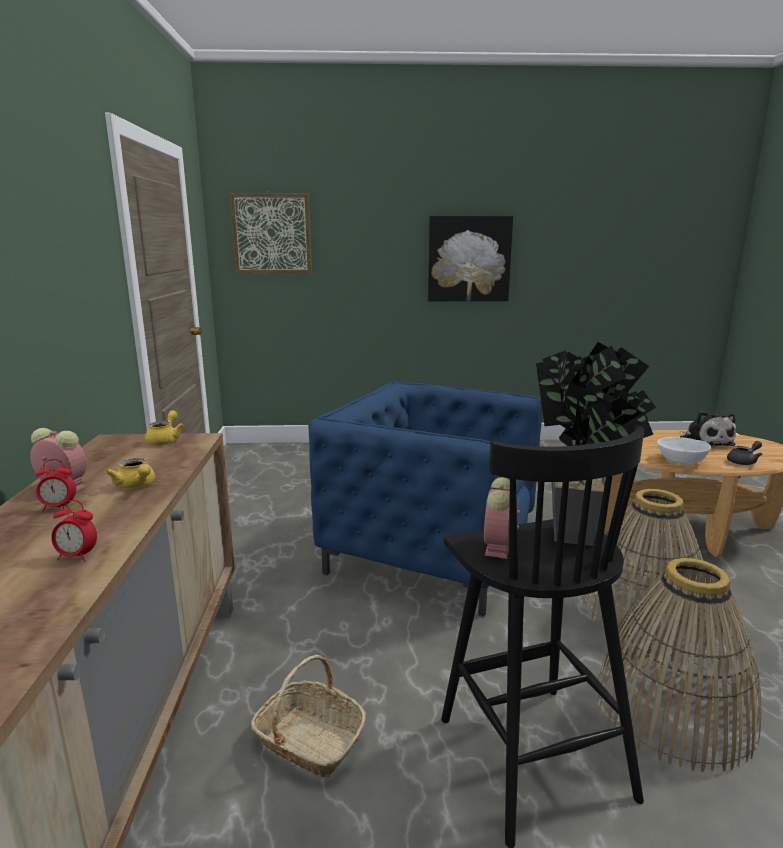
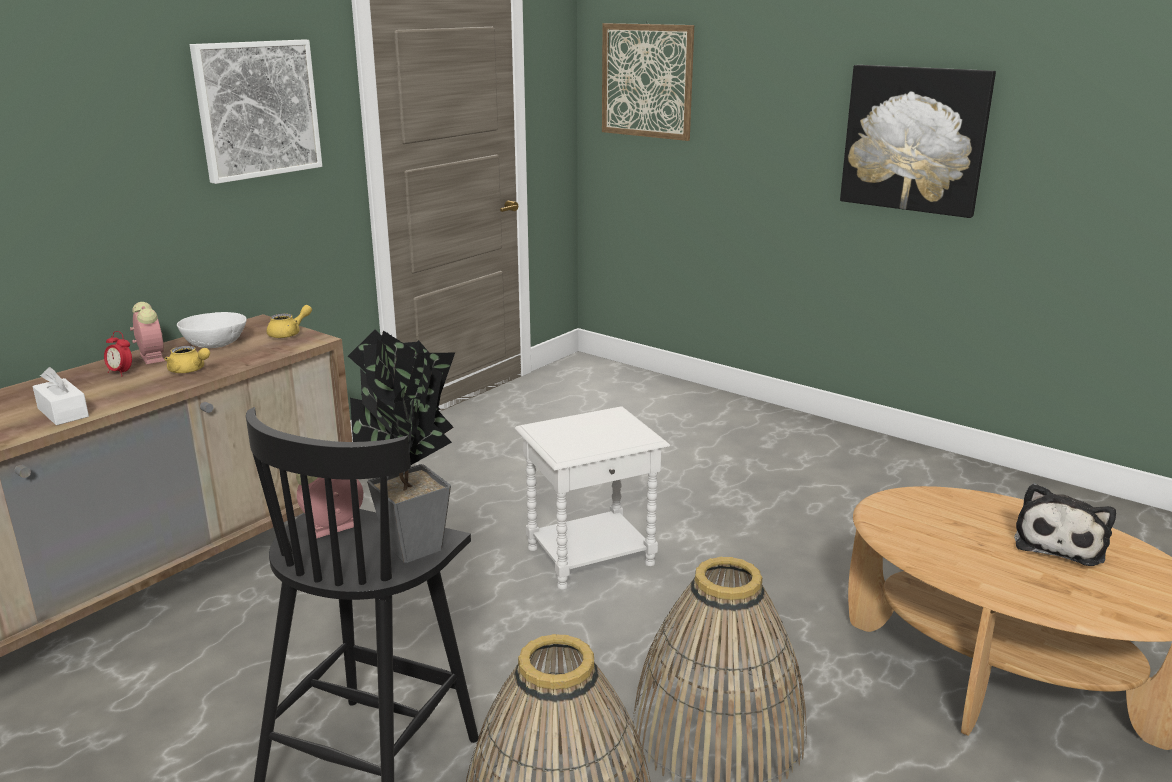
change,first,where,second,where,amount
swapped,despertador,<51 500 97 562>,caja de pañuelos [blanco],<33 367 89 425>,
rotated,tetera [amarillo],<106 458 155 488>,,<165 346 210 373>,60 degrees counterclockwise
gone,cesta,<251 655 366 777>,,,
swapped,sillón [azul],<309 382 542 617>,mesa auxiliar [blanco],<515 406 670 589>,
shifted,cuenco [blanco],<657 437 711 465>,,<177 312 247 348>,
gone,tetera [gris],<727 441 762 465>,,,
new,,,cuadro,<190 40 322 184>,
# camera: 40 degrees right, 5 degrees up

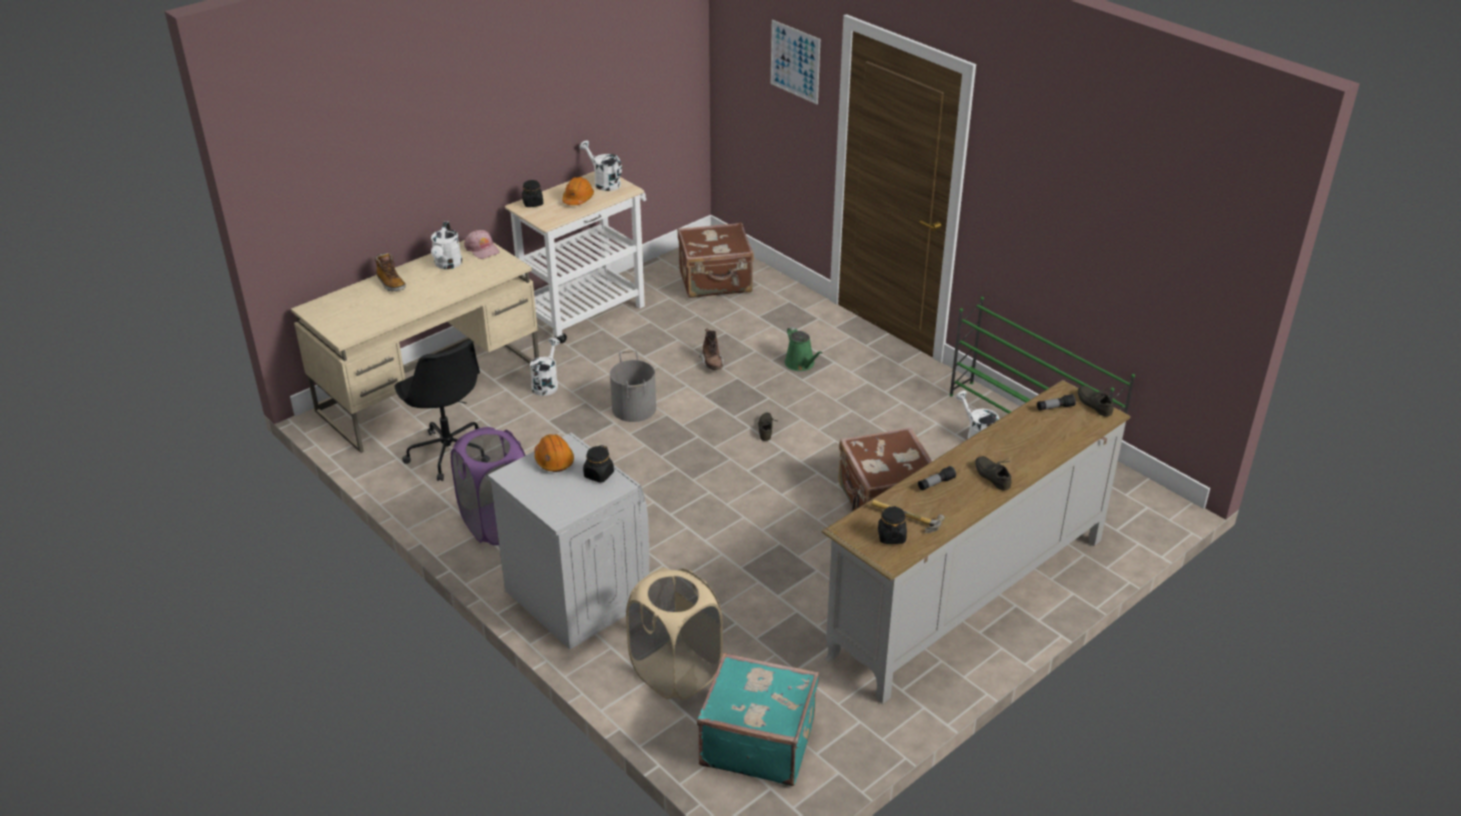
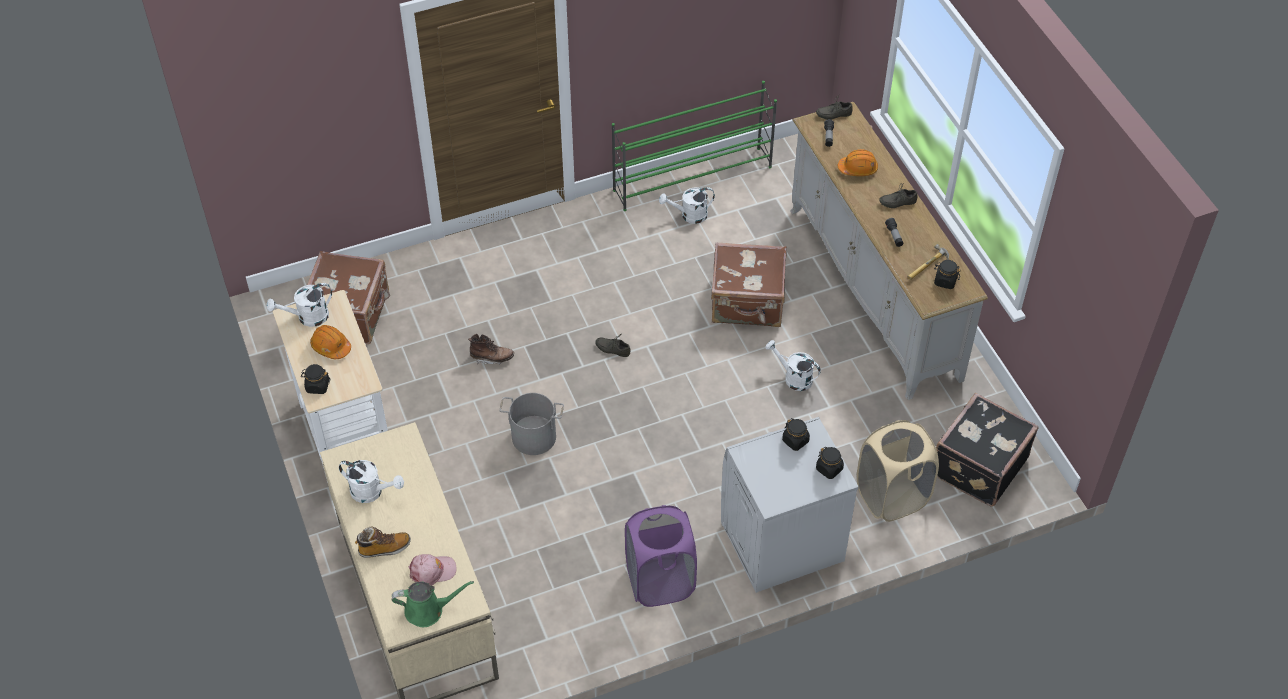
change,first,where,second,where,amount
gone,silla de oficina [negro],<395 340 480 481>,,,
shifted,gorra [rosa],<464 230 500 259>,,<408 554 457 586>,
shifted,regadera [blanco],<530 338 560 396>,,<765 340 821 391>,
shifted,casco [naranja],<534 434 574 472>,,<838 149 878 176>,
repainted,maleta [turquesa],<697 653 819 786>,maleta [negro],<936 393 1039 507>,
gone,cuadro,<771 20 820 104>,,,
shifted,regadera [verde],<785 327 822 371>,,<392 581 474 627>,
new,,,tarro [negro],<816 447 844 479>,
# camera: 70 degrees left, 15 degrees up

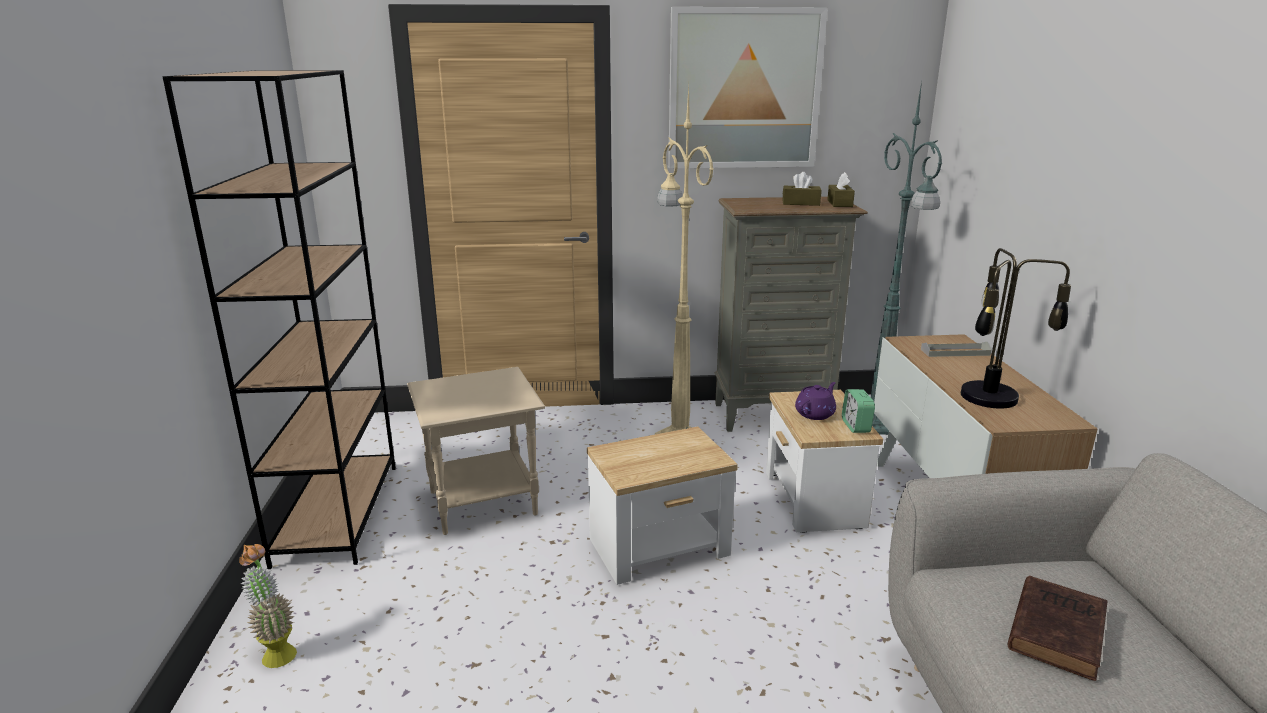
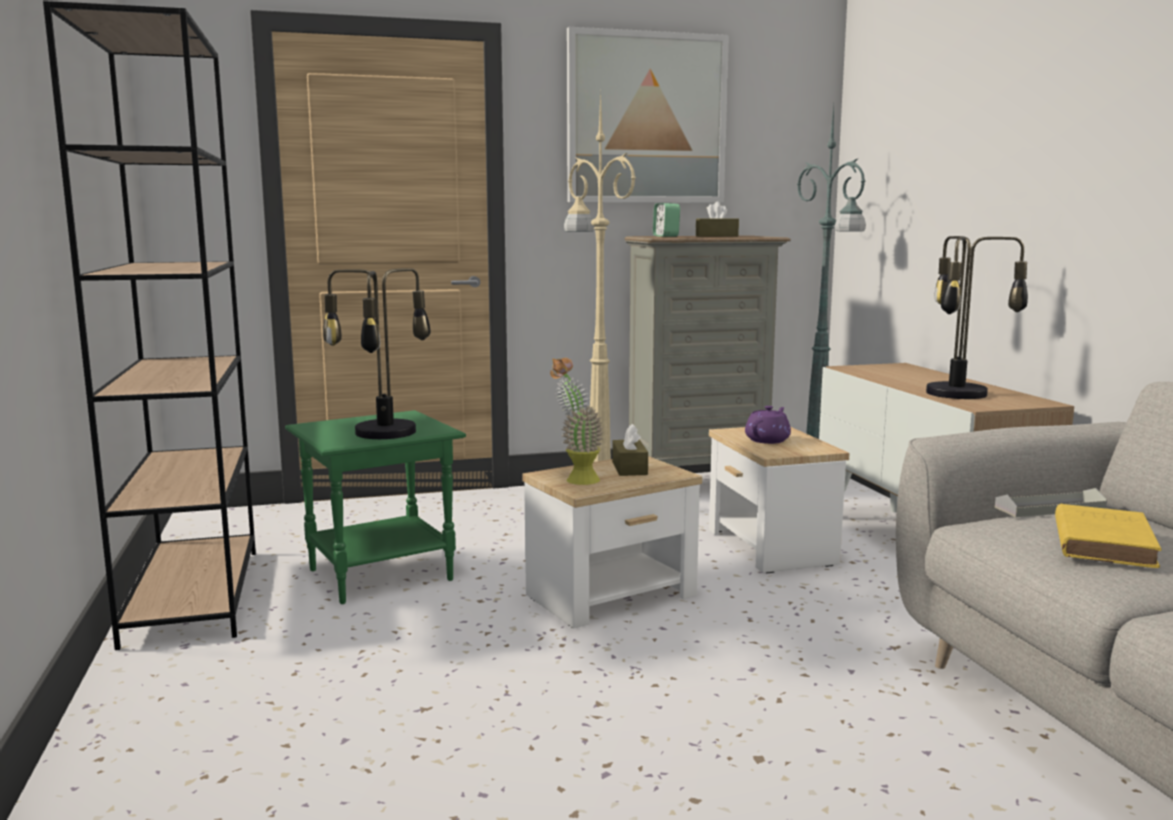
change,first,where,second,where,amount
shifted,planta en maceta,<239 544 297 668>,,<550 357 604 485>,
repainted,mesa auxiliar [beis],<407 367 545 535>,mesa auxiliar [verde],<285 410 466 604>,
shifted,caja de pañuelos [marrón],<827 172 855 207>,,<612 424 648 476>,
shifted,despertador,<842 389 875 433>,,<653 203 680 237>,
shifted,bandeja [gris],<921 342 992 357>,,<995 488 1107 517>,
repainted,libro [marrón],<1008 576 1108 681>,libro [amarillo],<1055 504 1162 568>,
new,,,lámpara de mesa,<323 268 430 439>,
# camera: 10 degrees left, 10 degrees down

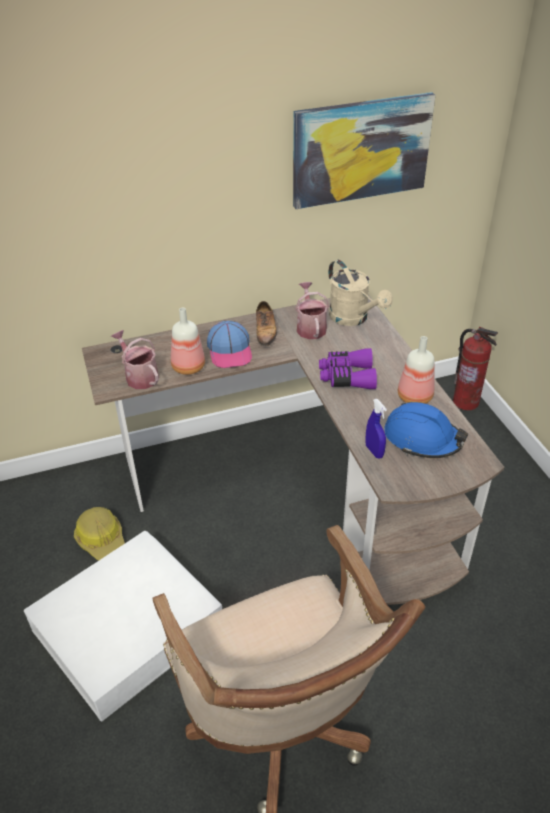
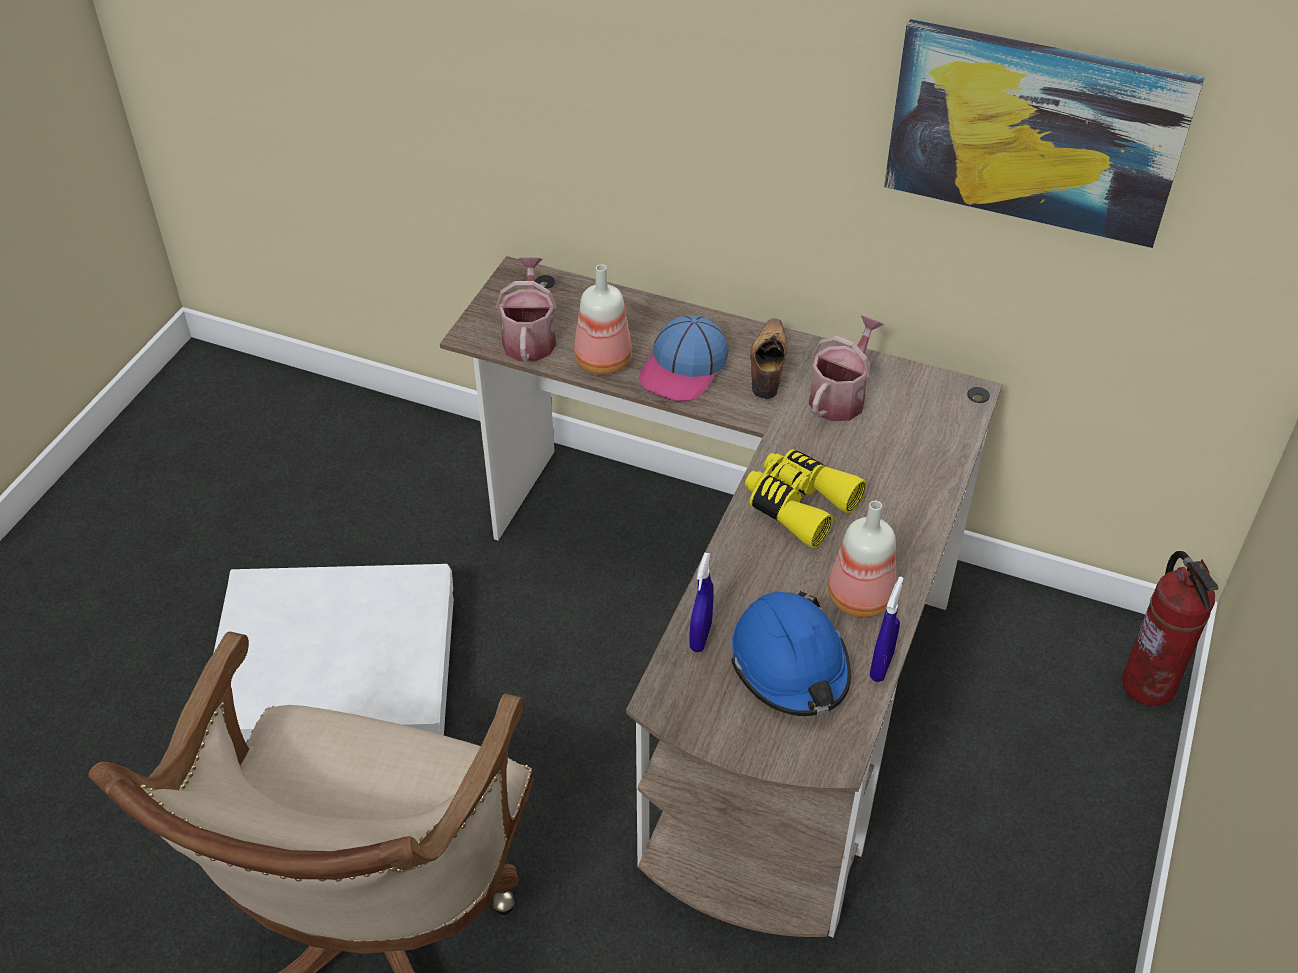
change,first,where,second,where,amount
gone,casco,<74 507 125 560>,,,
rotated,zapato,<256 301 277 349>,,<750 318 787 399>,150 degrees clockwise
repainted,prismáticos [morado],<319 348 377 389>,prismáticos [amarillo],<745 449 867 549>,
gone,regadera [beis],<328 260 393 326>,,,
new,,,pulverizador [azul],<870 576 904 682>,
# camera: 40 degrees right, 5 degrees up

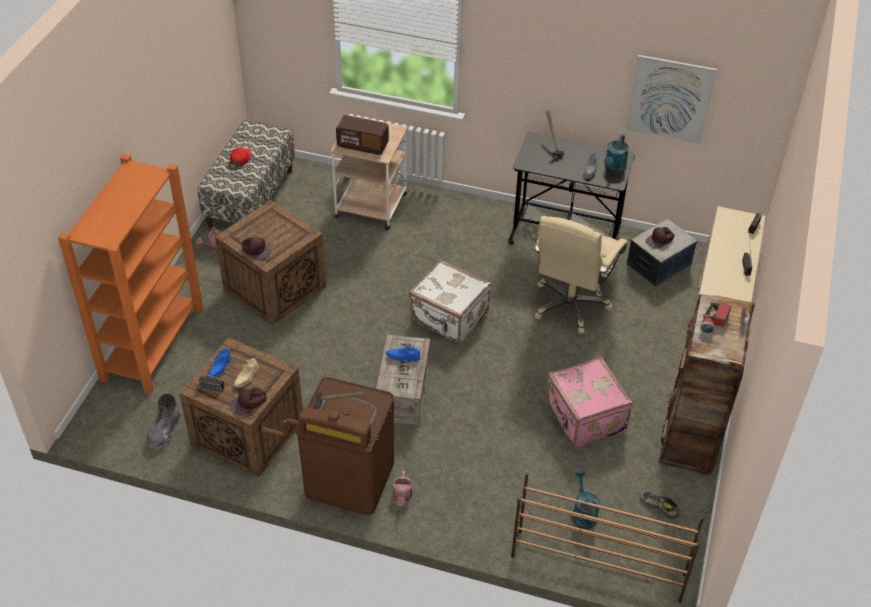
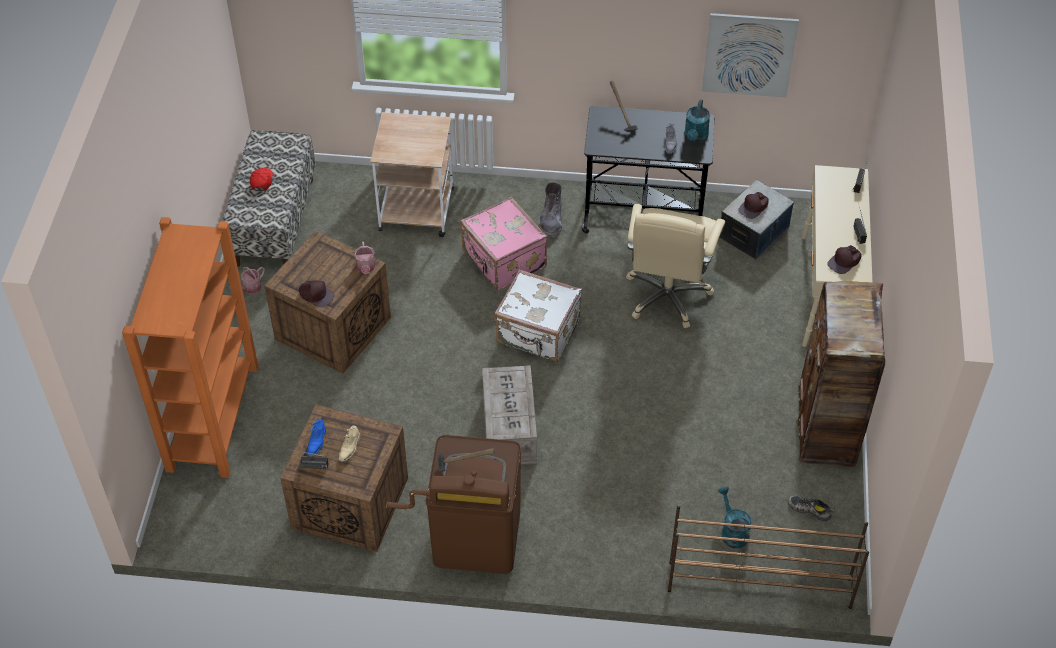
change,first,where,second,where,amount
shifted,bota [gris],<147 394 181 451>,,<539 182 562 237>,
shifted,gorra [marrón],<230 388 267 414>,,<827 245 861 274>,
gone,radio,<336 115 389 155>,,,
gone,zapato [azul],<386 346 420 362>,,,
shifted,regadera,<392 471 413 506>,,<353 242 375 275>,
shifted,maleta [rosa],<545 357 632 448>,,<460 197 547 291>,
gone,linterna,<700 302 731 333>,,,
# camera: 10 degrees left, 5 degrees up

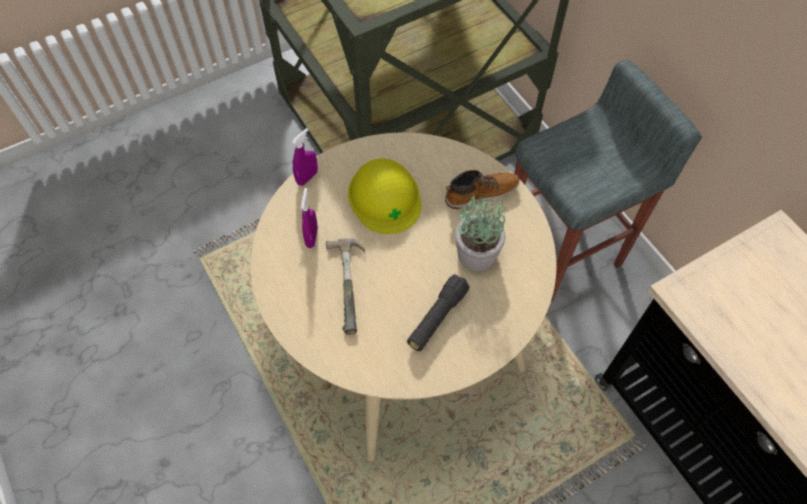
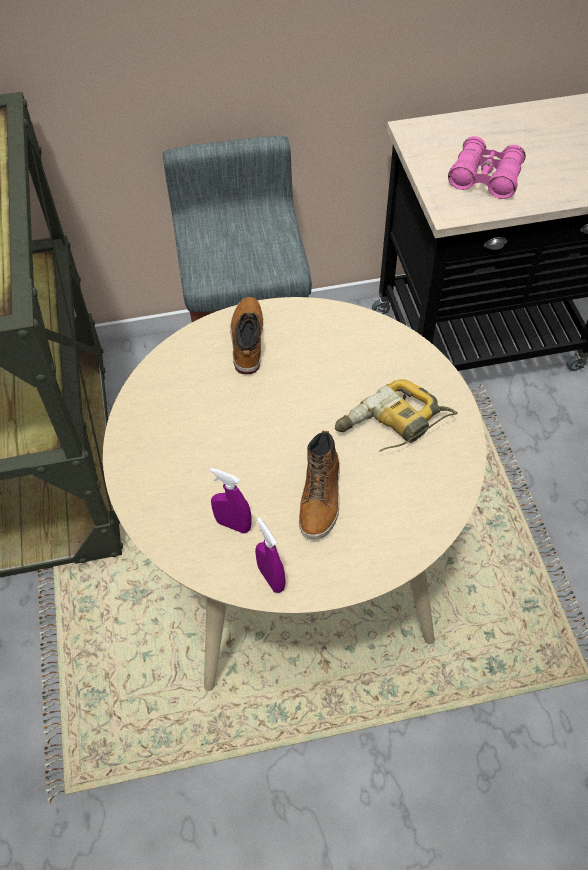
change,first,where,second,where,amount
shifted,pulverizador [morado],<292 128 318 186>,,<255 517 285 593>,
swapped,martillo,<326 238 365 335>,bota,<299 431 340 539>,
gone,casco [amarillo],<348 158 422 234>,,,
swapped,linterna [negro],<407 274 470 351>,taladro,<335 379 457 452>,
gone,planta en maceta,<455 194 506 271>,,,
new,,,prismáticos [rosa],<448 136 526 199>,
# camera: 70 degrees left, 5 degrees down

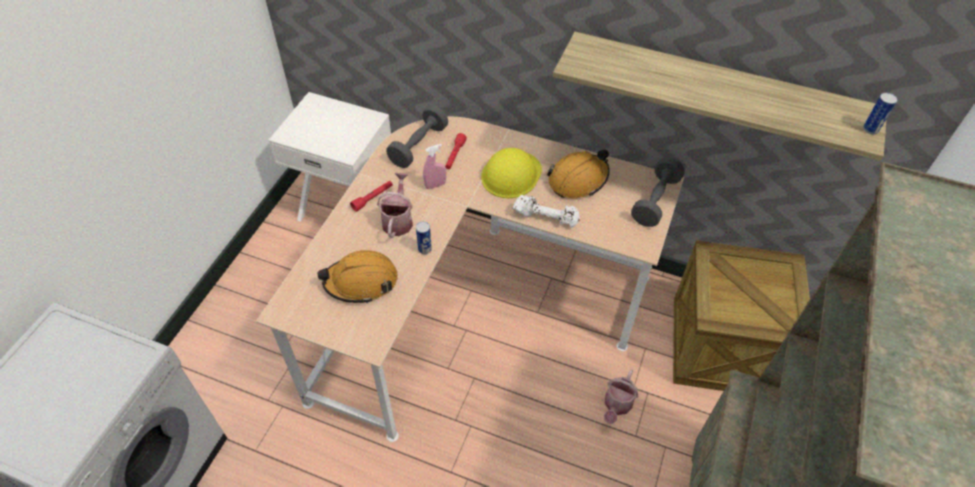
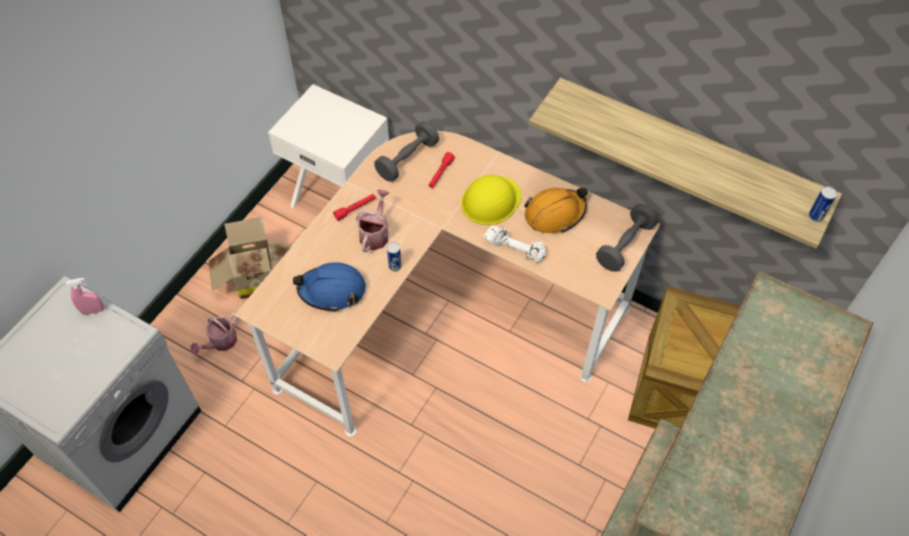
change,first,where,second,where,amount
repainted,casco [naranja],<317 250 398 303>,casco [azul],<293 262 366 312>,
shifted,pulverizador [rosa],<423 144 446 189>,,<66 278 104 315>,
shifted,regadera,<604 370 638 424>,,<191 312 239 355>,
new,,,caja de cartón,<209 217 292 299>,
# camera: 10 degrees right, 5 degrees up

